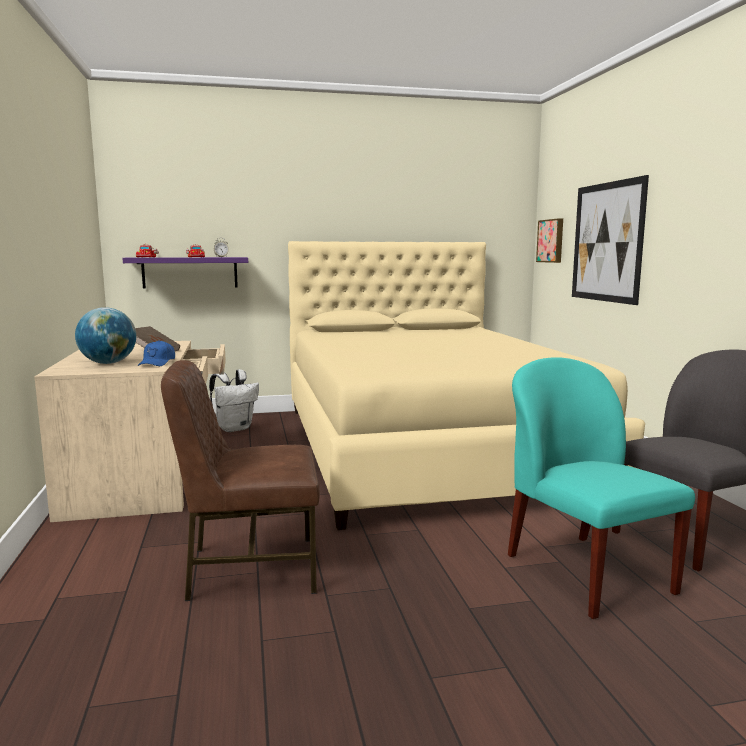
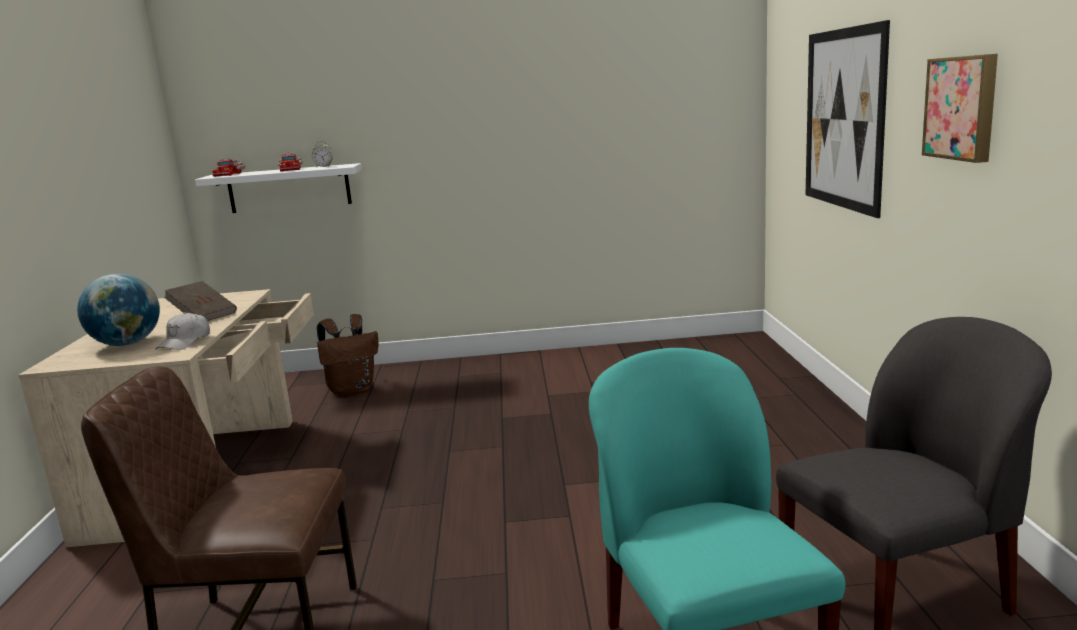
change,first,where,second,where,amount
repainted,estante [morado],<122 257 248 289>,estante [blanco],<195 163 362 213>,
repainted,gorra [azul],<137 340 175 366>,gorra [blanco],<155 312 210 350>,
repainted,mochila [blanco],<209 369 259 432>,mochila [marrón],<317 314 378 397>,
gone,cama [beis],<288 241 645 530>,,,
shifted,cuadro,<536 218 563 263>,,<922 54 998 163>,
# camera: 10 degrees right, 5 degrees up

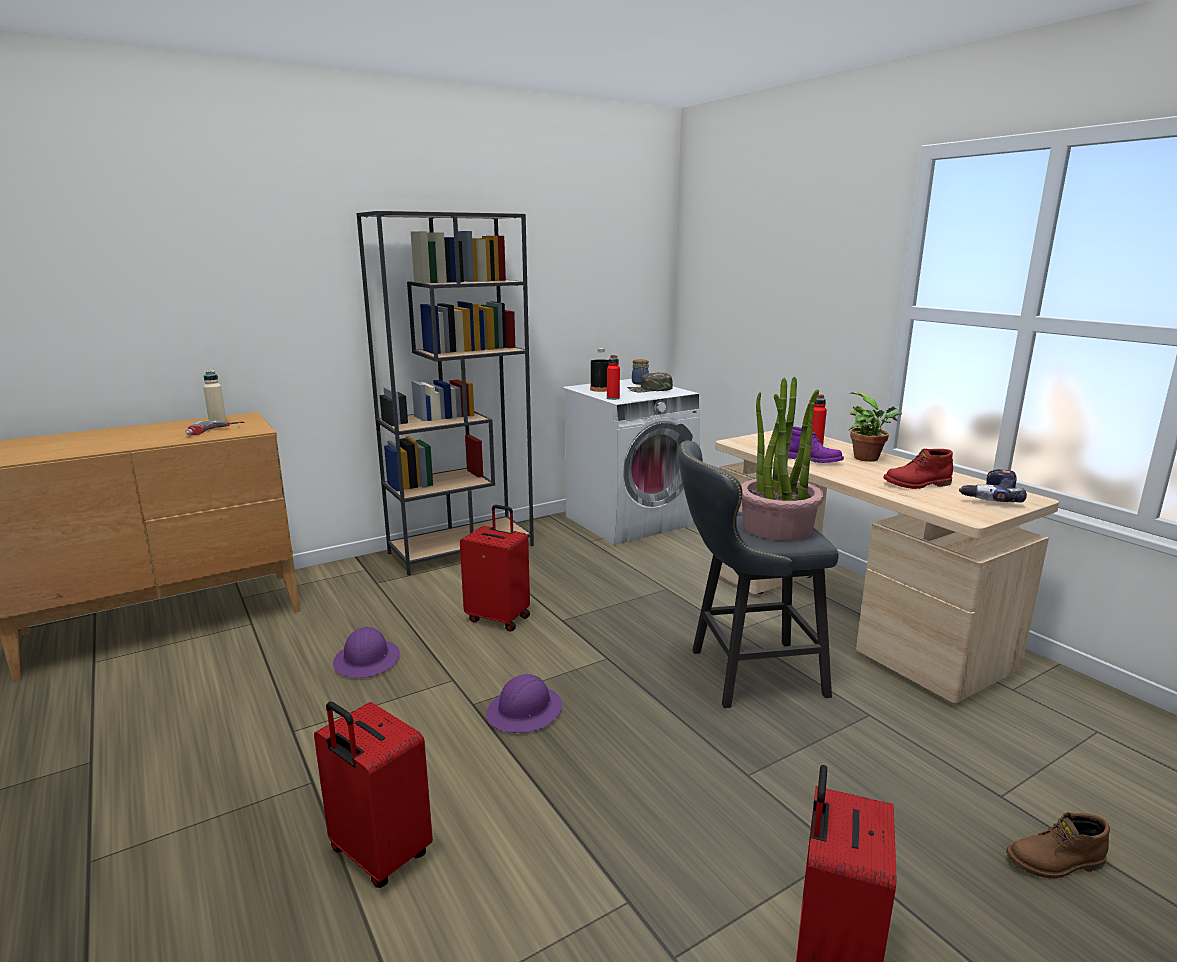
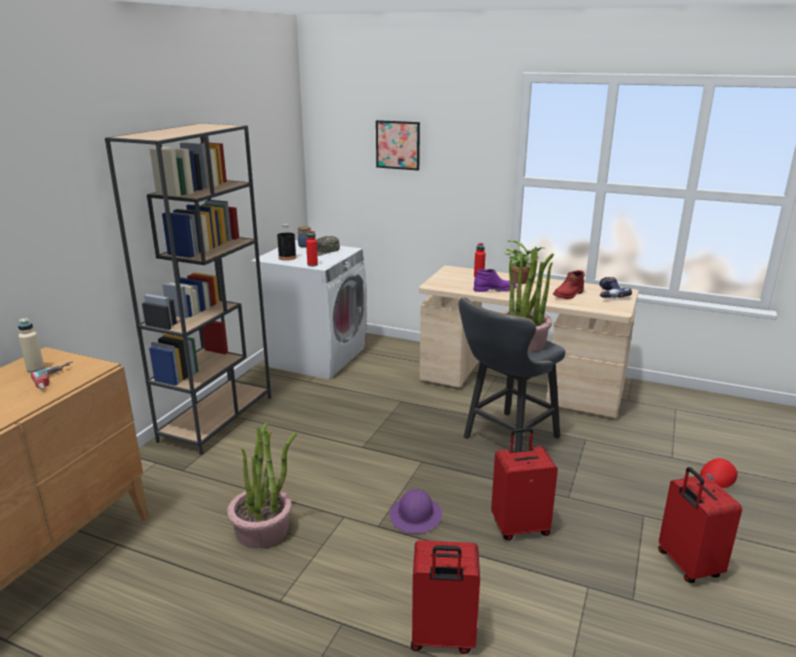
change,first,where,second,where,amount
swapped,casco [morado],<333 627 400 678>,planta en maceta,<227 423 297 548>,
shifted,maleta [rojo],<460 505 530 632>,,<491 428 558 541>,
swapped,bota [marrón],<1006 812 1110 879>,gorra [rojo],<700 458 737 488>,
new,,,cuadro,<376 120 420 171>,
# camera: 35 degrees left, 5 degrees up

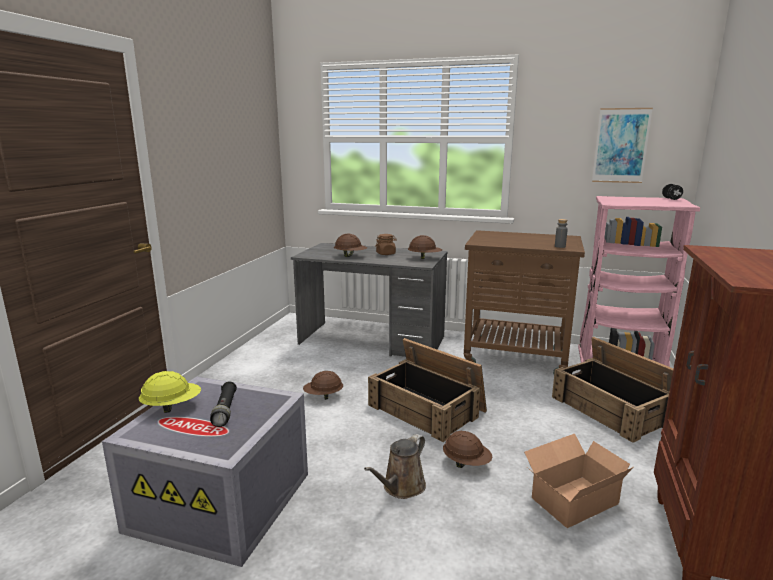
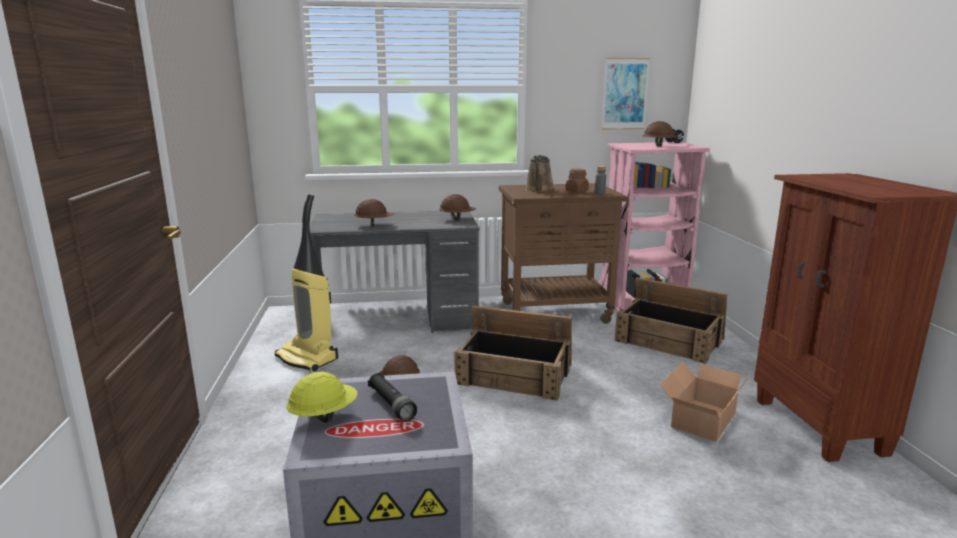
change,first,where,second,where,amount
shifted,regadera [marrón],<364 434 426 499>,,<525 155 555 192>,
shifted,tarro [marrón],<375 234 397 255>,,<565 169 589 193>,
shifted,casco [marrón],<443 431 492 468>,,<643 121 680 147>,
new,,,aspiradora,<275 194 338 372>,
# camera: 25 degrees left, 0 degrees up

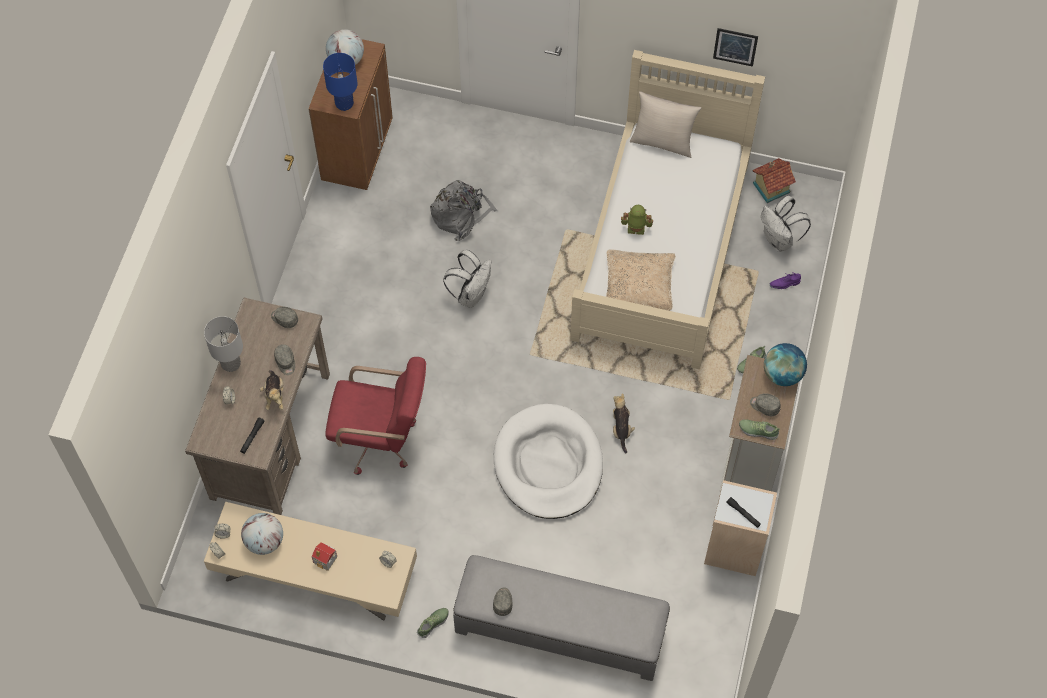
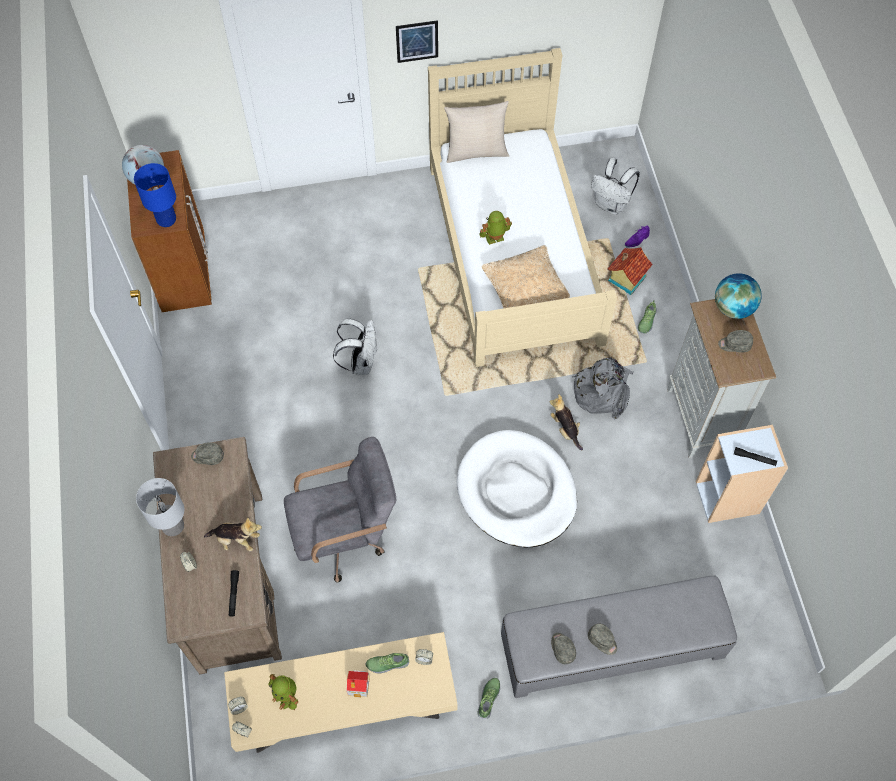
change,first,where,second,where,amount
swapped,globo terráqueo,<241 513 283 555>,robot de juguete,<269 674 298 710>,
rotated,peluche,<260 370 284 410>,,<204 517 262 551>,45 degrees counterclockwise
shifted,gorra [gris],<274 344 295 375>,,<588 624 617 655>,
repainted,silla de oficina [rojo],<325 357 426 475>,silla de oficina [gris],<284 437 396 583>,
shifted,mochila [gris],<430 180 497 241>,,<572 357 634 419>,
shifted,cuadro,<713 28 758 67>,,<396 20 438 63>,
shifted,zapato,<739 420 780 440>,,<366 653 409 674>,
shifted,casita,<752 158 796 203>,,<607 247 653 295>,
# camera: 25 degrees left, 0 degrees up

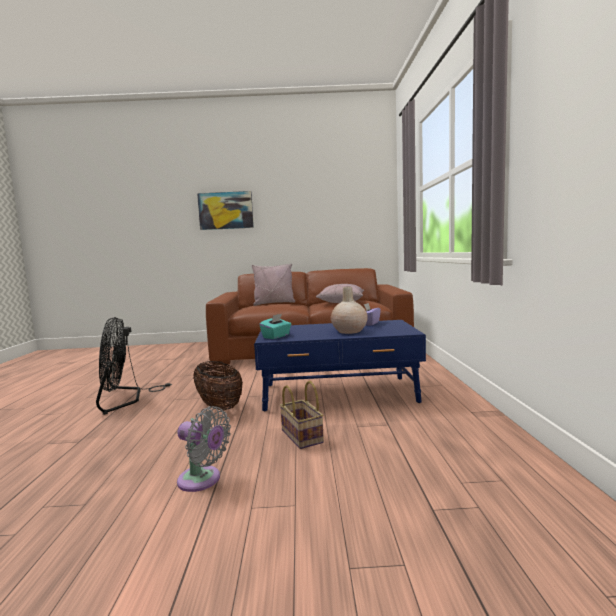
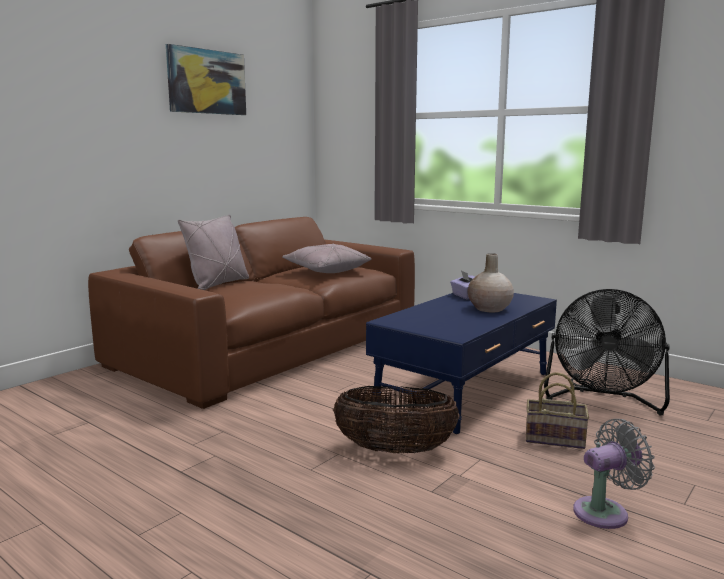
change,first,where,second,where,amount
shifted,ventilador [negro],<96 317 172 415>,,<544 289 670 415>,
shifted,cuadro,<197 191 254 230>,,<166 44 246 115>,
gone,caja de pañuelos [turquesa],<259 314 291 339>,,,
# camera: 50 degrees left, 5 degrees up

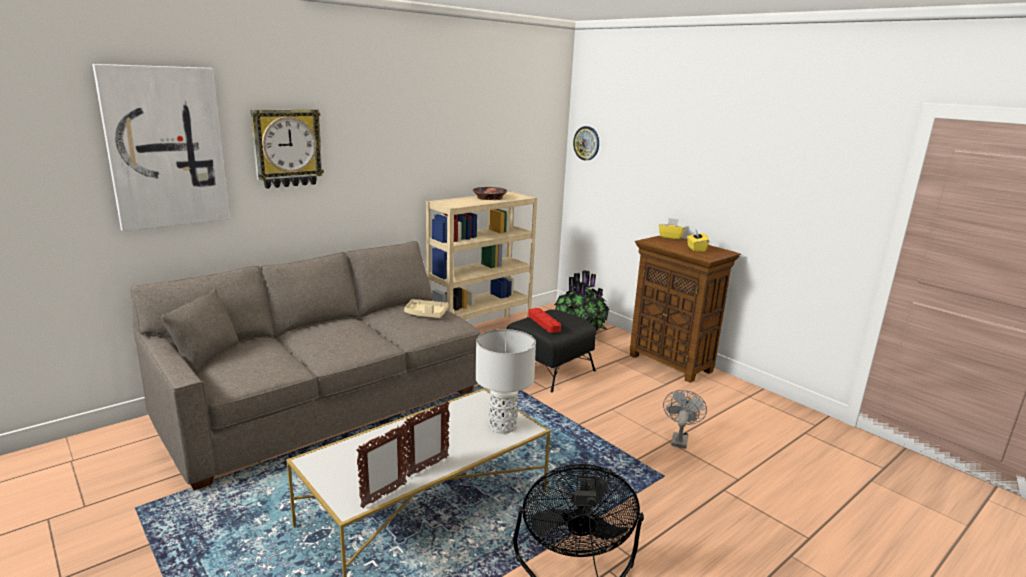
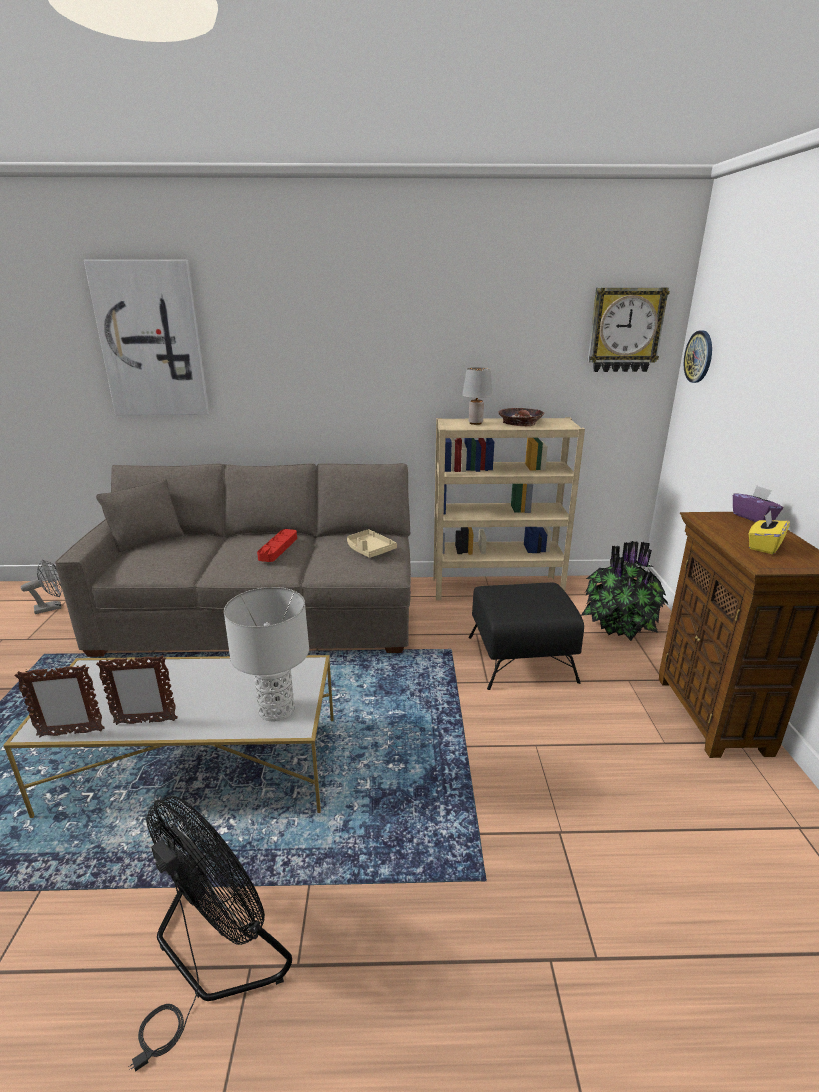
change,first,where,second,where,amount
shifted,reloj de pared,<250 109 324 189>,,<587 288 670 372>,
shifted,bandeja [rojo],<528 308 561 333>,,<257 529 297 562>,
repainted,caja de pañuelos [amarillo],<659 218 685 239>,caja de pañuelos [morado],<733 486 783 522>,
shifted,ventilador [gris],<663 390 707 449>,,<21 560 63 614>,
new,,,lámpara de mesa [gris],<462 367 493 425>,
# camera: 40 degrees right, 5 degrees up

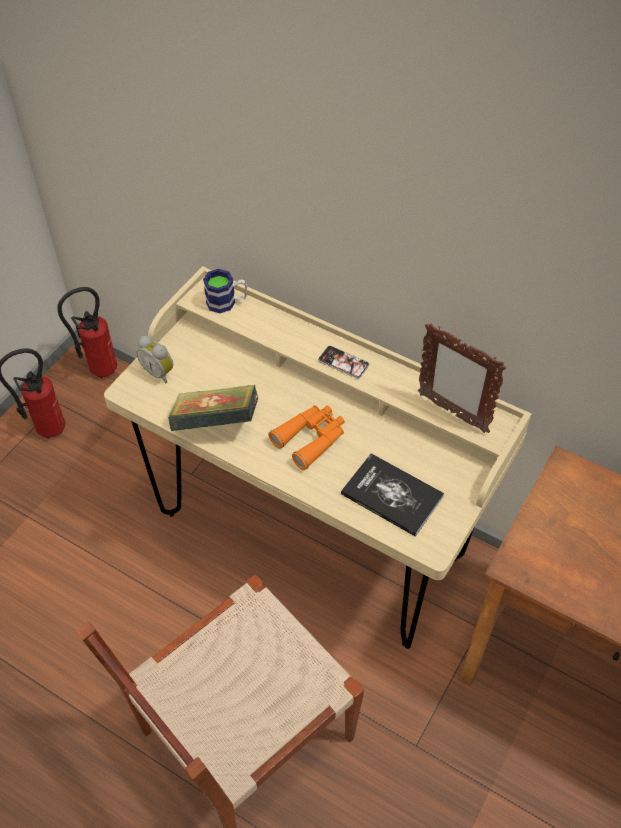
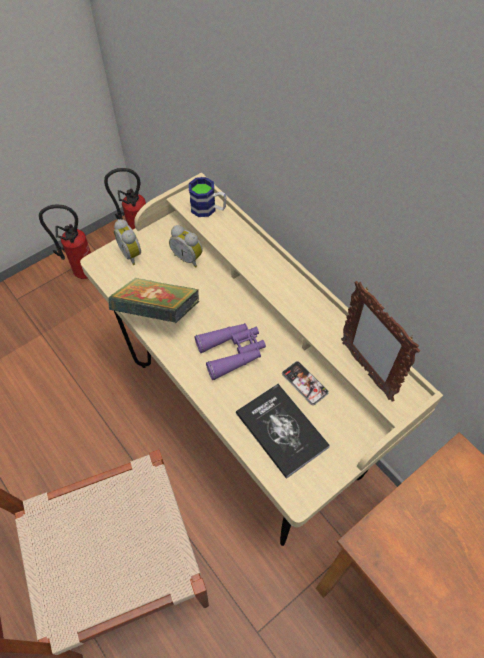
change,first,where,second,where,amount
repainted,prismáticos [naranja],<268 405 345 470>,prismáticos [morado],<194 323 266 380>,
shifted,móvil,<318 346 369 379>,,<282 361 329 405>,
new,,,despertador,<169 225 203 268>,
# camera: 20 degrees right, 5 degrees up

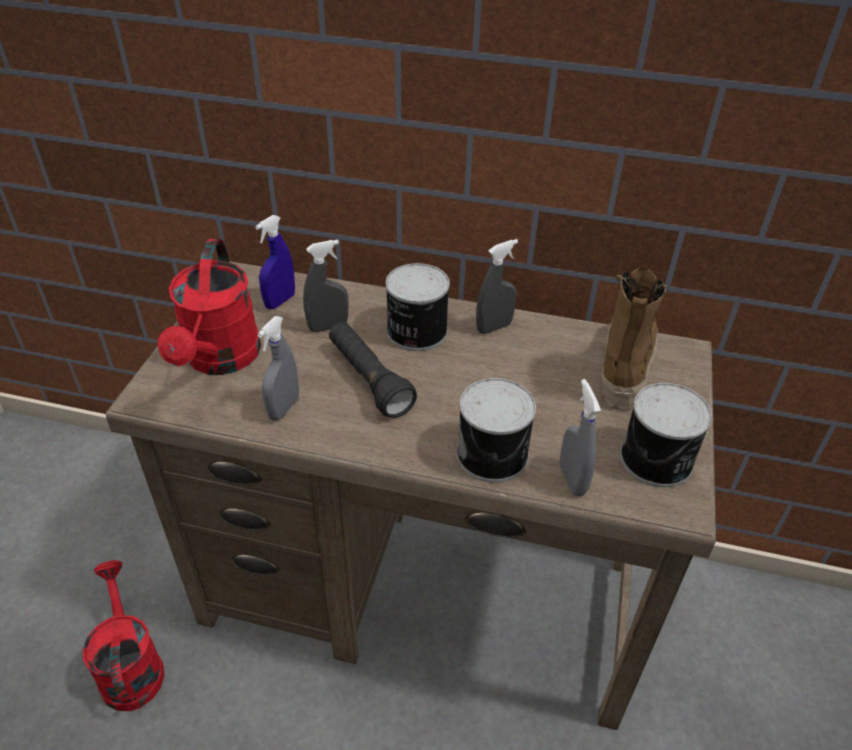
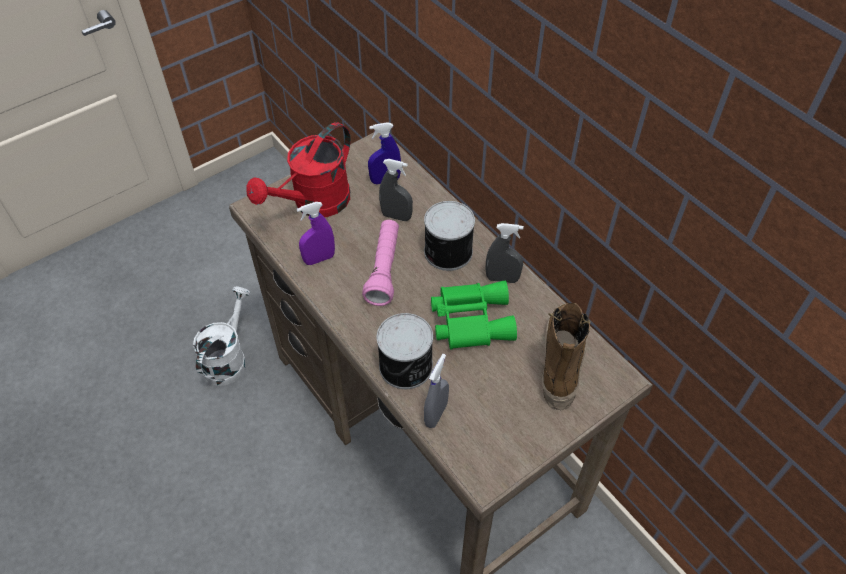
change,first,where,second,where,amount
repainted,regadera [rojo],<83 560 164 711>,regadera [blanco],<193 286 251 386>,
repainted,pulverizador [gris],<257 316 299 421>,pulverizador [morado],<297 202 335 265>,
repainted,linterna [negro],<329 322 417 418>,linterna [rosa],<362 220 399 306>,
rotated,bota,<601 269 667 411>,,<542 303 591 410>,45 degrees counterclockwise
gone,lata,<620 383 712 487>,,,
new,,,prismáticos [verde],<431 281 517 350>,
# camera: 40 degrees right, 10 degrees up

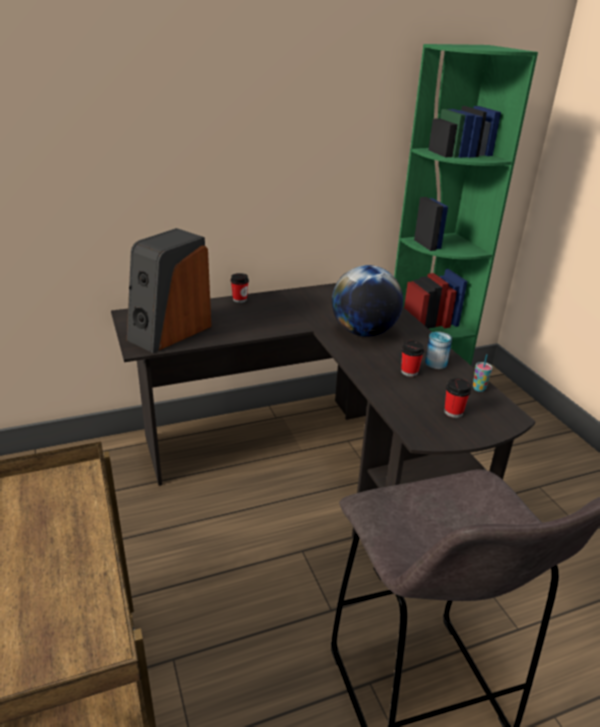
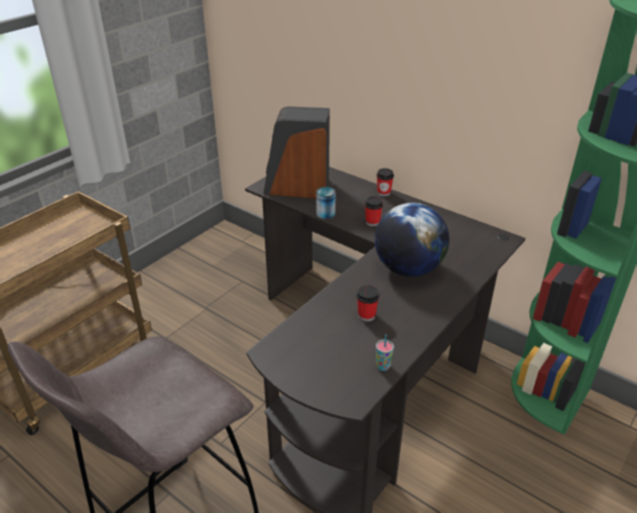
change,first,where,second,where,amount
shifted,lata,<425 332 452 369>,,<316 187 336 219>,
shifted,taza,<444 378 471 418>,,<365 196 383 226>,
# camera: 60 degrees right, 5 degrees up

